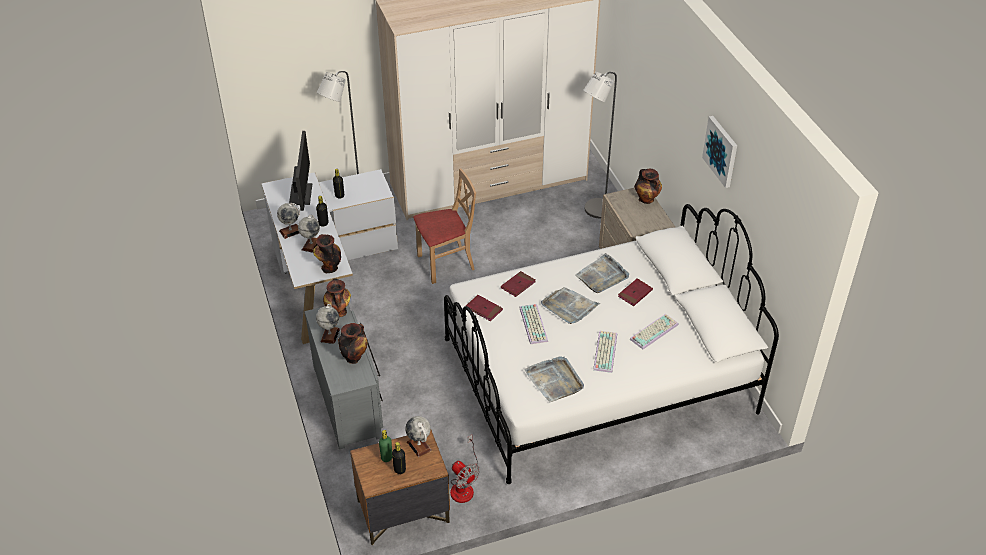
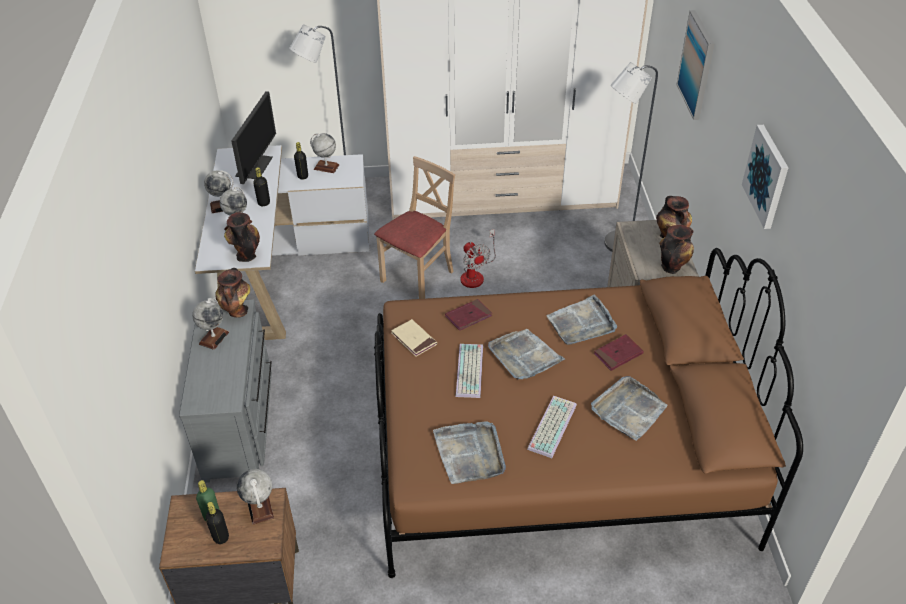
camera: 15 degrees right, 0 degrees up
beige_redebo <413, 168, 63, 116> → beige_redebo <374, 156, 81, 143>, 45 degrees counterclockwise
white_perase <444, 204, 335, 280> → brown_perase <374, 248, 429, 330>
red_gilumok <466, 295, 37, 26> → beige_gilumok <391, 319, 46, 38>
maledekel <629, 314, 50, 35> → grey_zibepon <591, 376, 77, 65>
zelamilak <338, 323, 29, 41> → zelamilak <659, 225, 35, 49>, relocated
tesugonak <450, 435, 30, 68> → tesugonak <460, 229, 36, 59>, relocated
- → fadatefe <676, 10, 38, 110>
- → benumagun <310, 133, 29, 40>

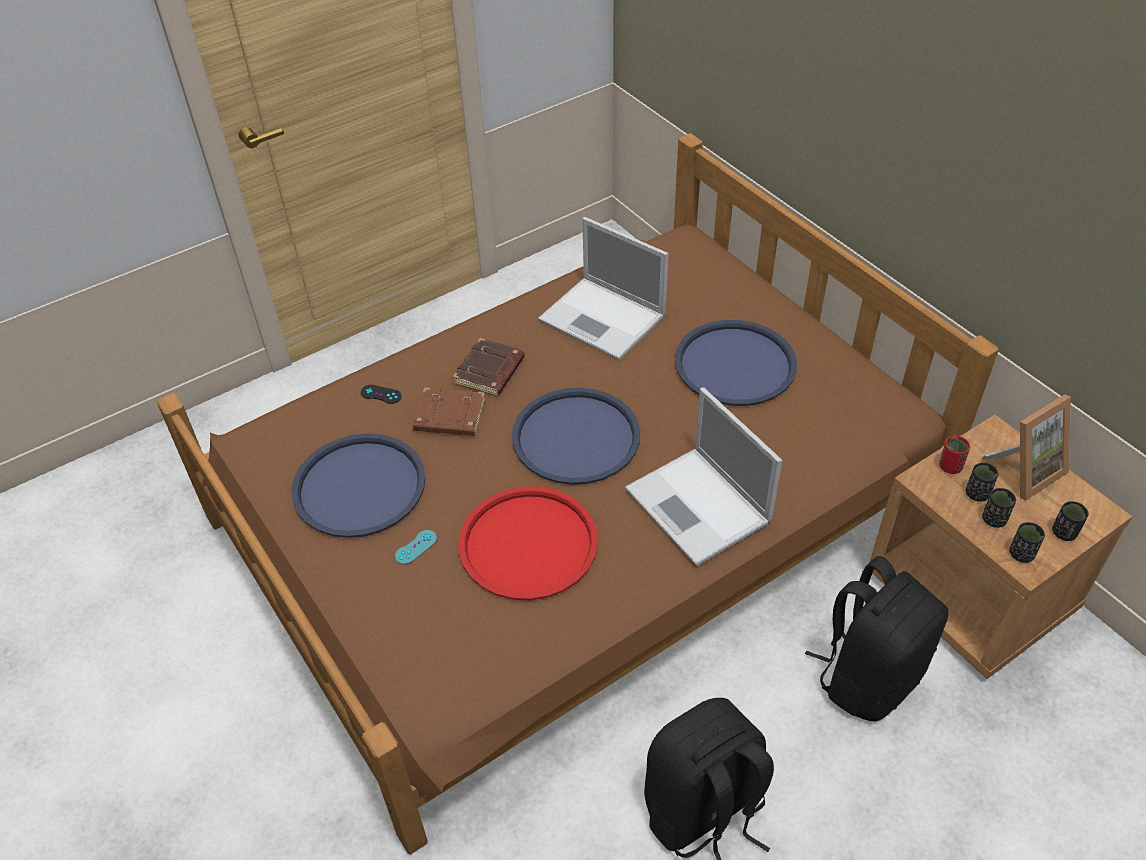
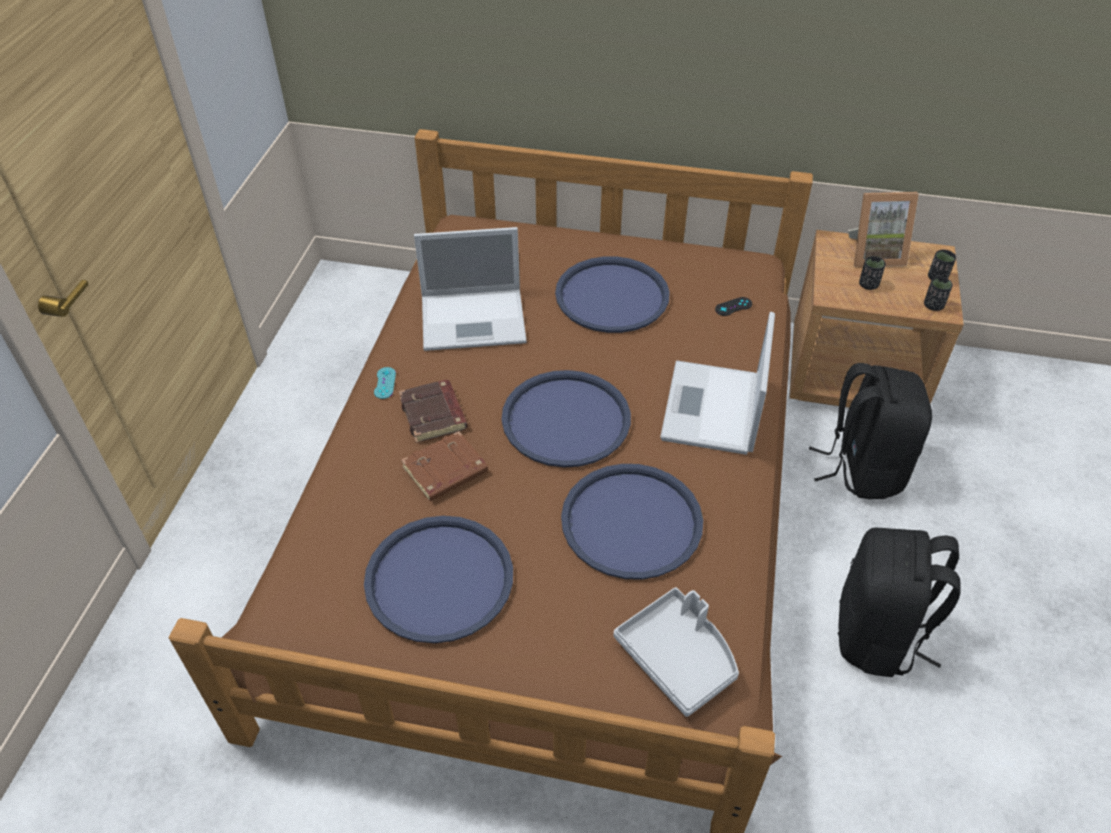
camera: 45 degrees left, 0 degrees up
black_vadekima <361, 385, 41, 19> → black_vadekima <715, 297, 37, 19>, relocated
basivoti <625, 387, 157, 179> → basivoti <660, 312, 115, 143>, 90 degrees clockwise
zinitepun <982, 394, 89, 106> → zinitepun <848, 192, 71, 75>, 75 degrees clockwise
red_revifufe <939, 436, 31, 38> → -
red_zibepon <458, 486, 140, 114> → blue_zibepon <561, 464, 142, 116>
black_revifufe <982, 488, 34, 40> → -
turquoise_vadekima <395, 530, 42, 35> → turquoise_vadekima <374, 367, 22, 32>, relocated
- → grey_zibepon <614, 587, 125, 130>

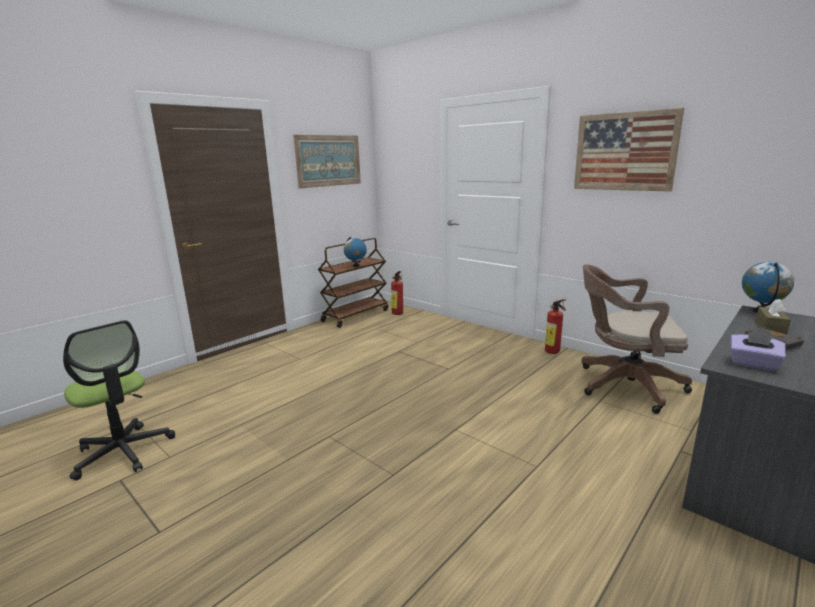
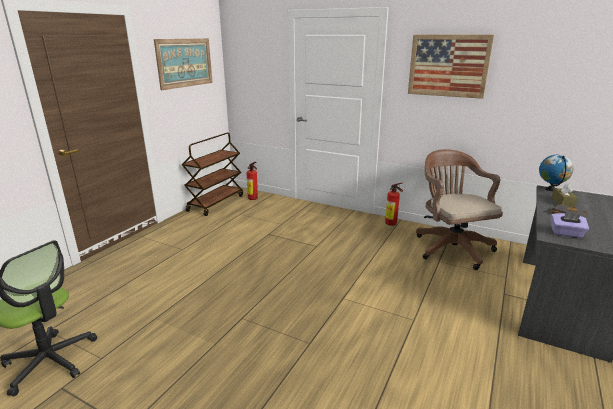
camera: 15 degrees left, 5 degrees up
benumagun <344, 237, 23, 30> → -
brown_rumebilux <581, 264, 111, 150> → brown_rumebilux <416, 149, 87, 121>, 75 degrees clockwise

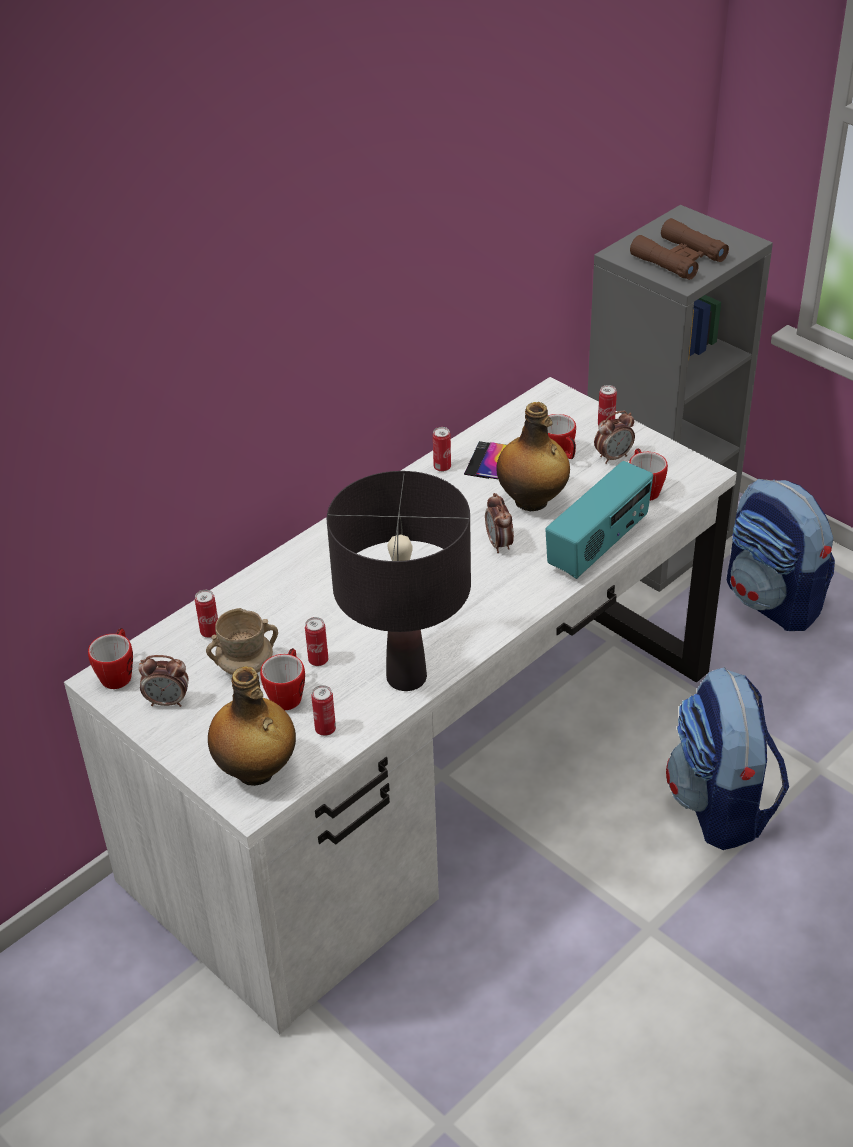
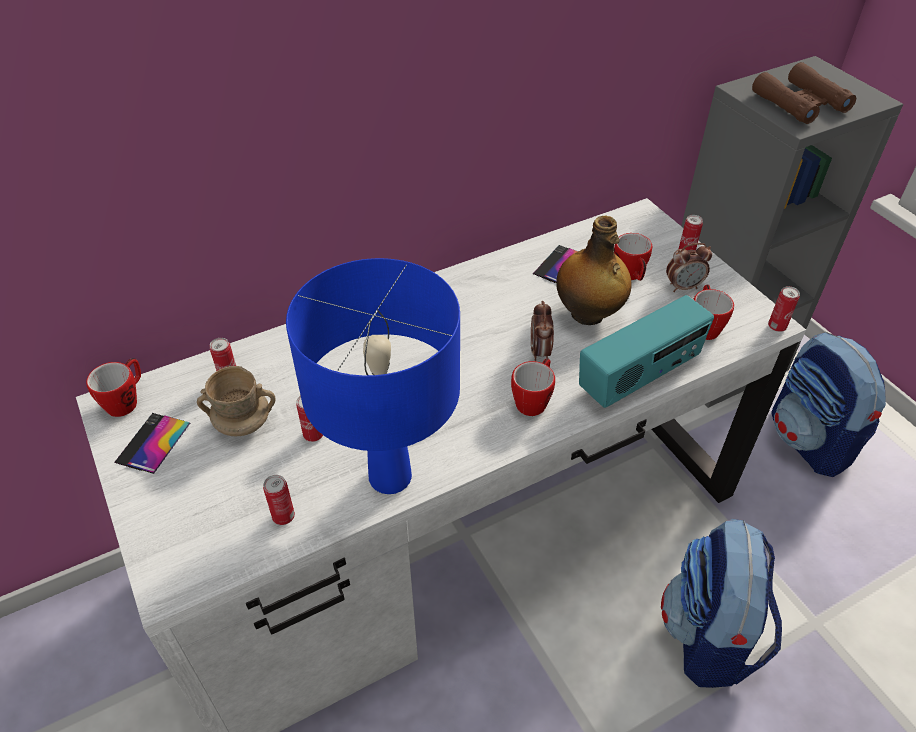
camera: 15 degrees right, 5 degrees up
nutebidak <433, 427, 18, 45> → nutebidak <768, 286, 32, 46>, relocated
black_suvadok <327, 471, 144, 220> → blue_suvadok <286, 258, 174, 236>
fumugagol <260, 648, 45, 62> → fumugagol <511, 358, 44, 58>, relocated
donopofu <138, 655, 51, 52> → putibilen <114, 413, 76, 61>
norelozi <208, 666, 88, 120> → -

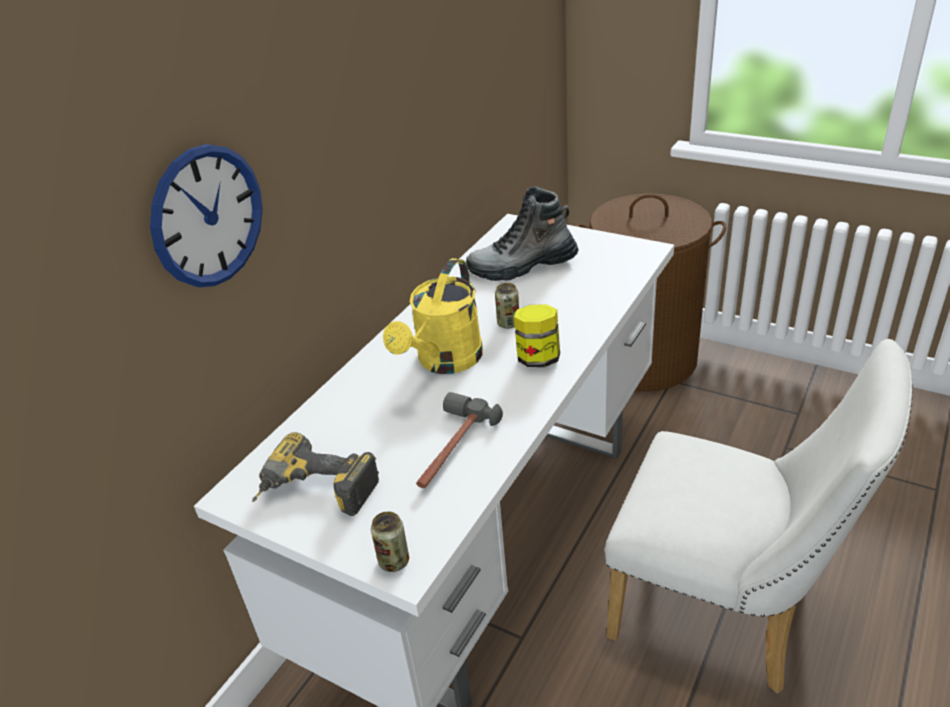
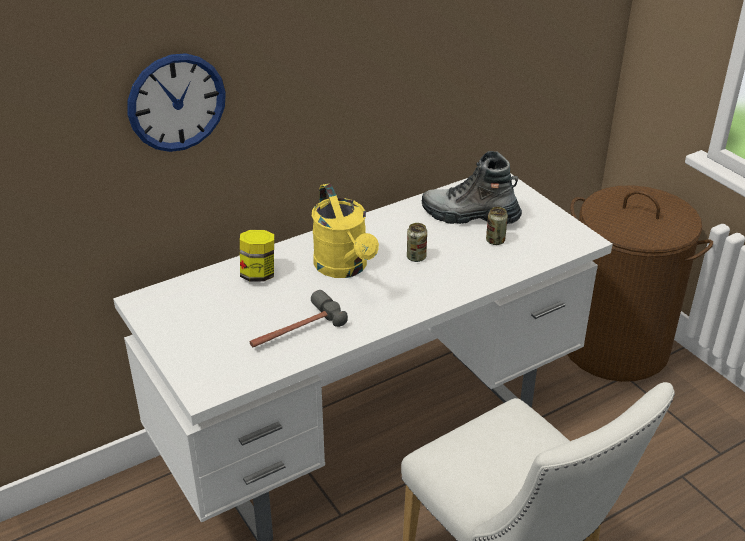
camera: 25 degrees right, 0 degrees up
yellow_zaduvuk <383, 258, 100, 116> → yellow_zaduvuk <312, 183, 67, 95>, 75 degrees counterclockwise
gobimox <514, 305, 46, 62> → gobimox <240, 230, 34, 52>, relocated
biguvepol <252, 432, 127, 84> → -
nutebidak <371, 512, 38, 60> → nutebidak <486, 207, 22, 38>, relocated

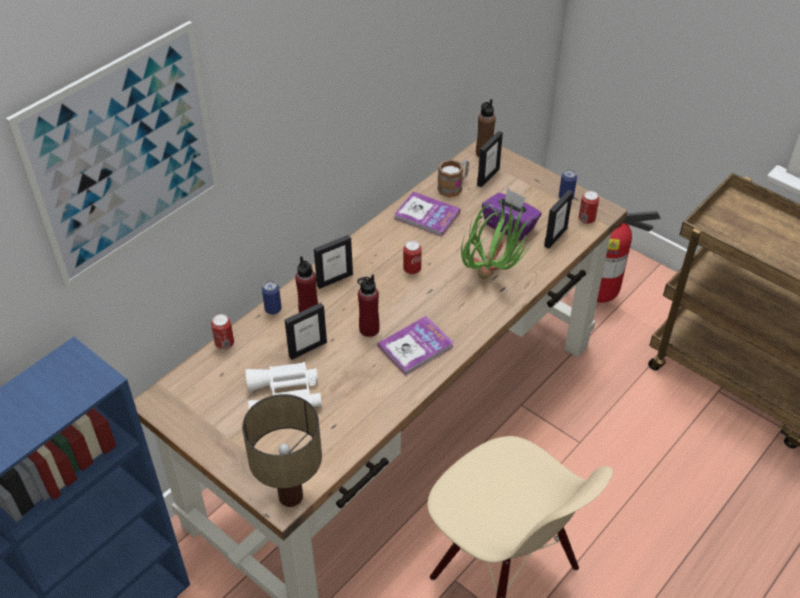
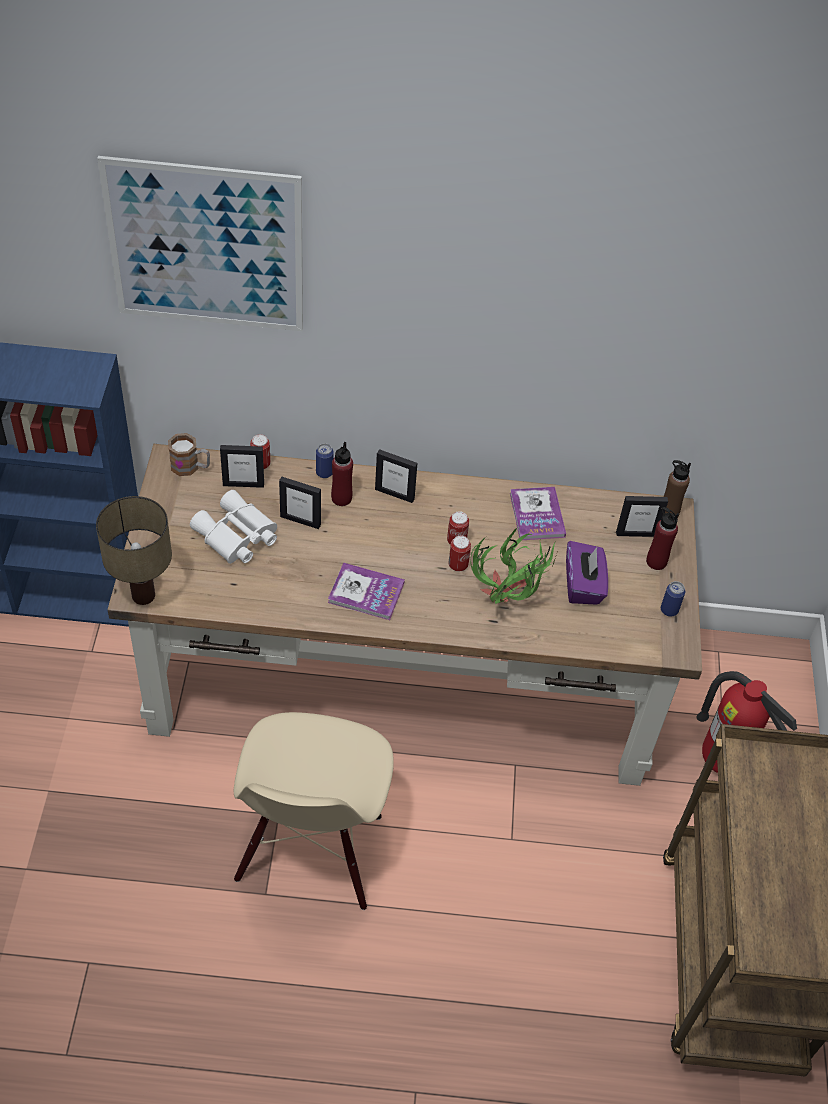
camera: 50 degrees right, 5 degrees up
fumugagol <437, 159, 32, 38> → fumugagol <168, 433, 42, 43>, relocated
zinitepun <544, 190, 29, 59> → zinitepun <220, 445, 44, 43>, relocated
nutebidak <579, 191, 20, 33> → nutebidak <448, 536, 23, 35>, relocated
red_norelozi <357, 275, 23, 62> → red_norelozi <646, 507, 33, 63>, relocated

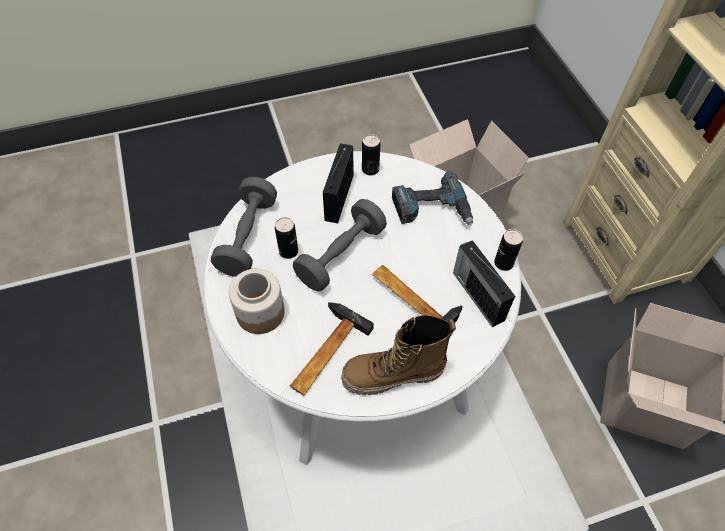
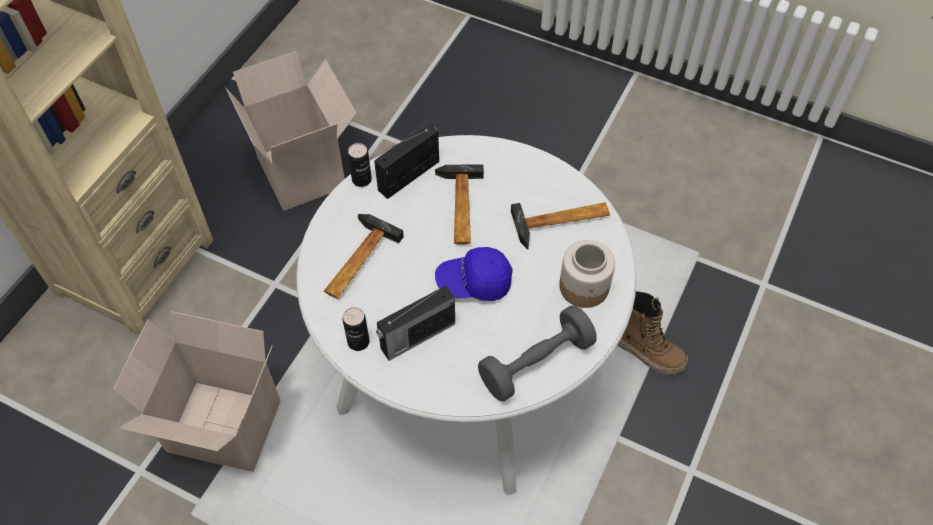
camera: 135 degrees left, 0 degrees up
biguvepol <392, 171, 81, 55> → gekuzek <324, 214, 80, 85>
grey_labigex <293, 199, 94, 92> → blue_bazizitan <435, 247, 77, 54>
nutebidak <275, 217, 23, 42> → -
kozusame <453, 240, 62, 87> → kozusame <374, 123, 65, 76>, 150 degrees counterclockwise
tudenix <341, 315, 115, 80> → tudenix <617, 291, 71, 84>, relocated

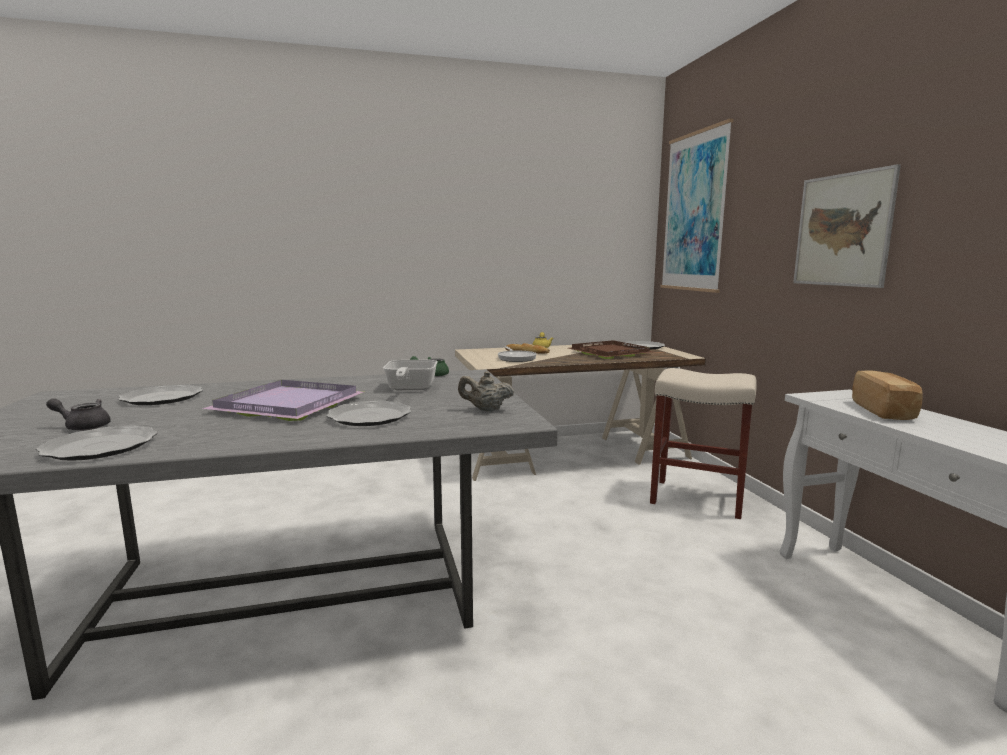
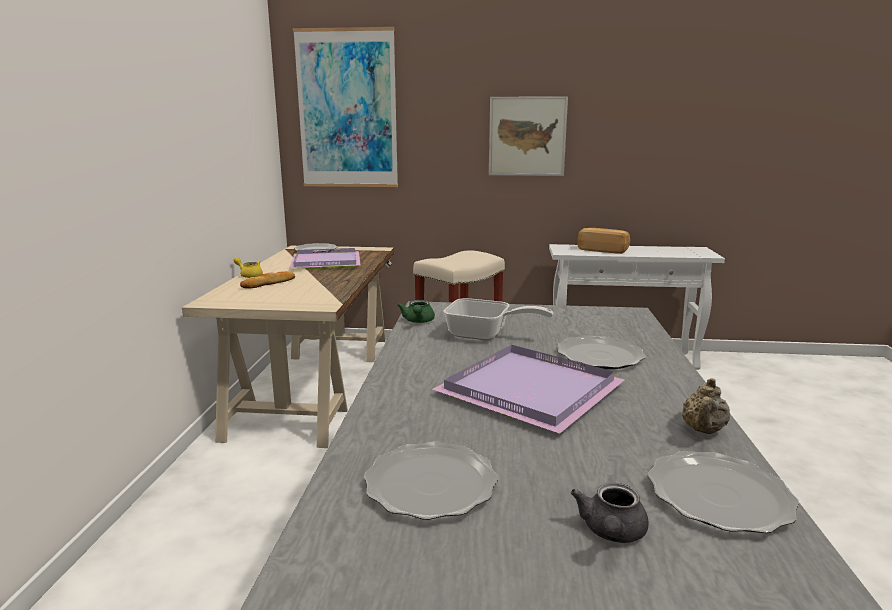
camera: 70 degrees left, 5 degrees up
brown_zibepon <569, 340, 85, 19> → purple_zibepon <289, 248, 72, 21>
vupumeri <498, 346, 39, 16> → -
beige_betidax <458, 371, 56, 41> → beige_betidax <682, 378, 48, 56>, relocated

